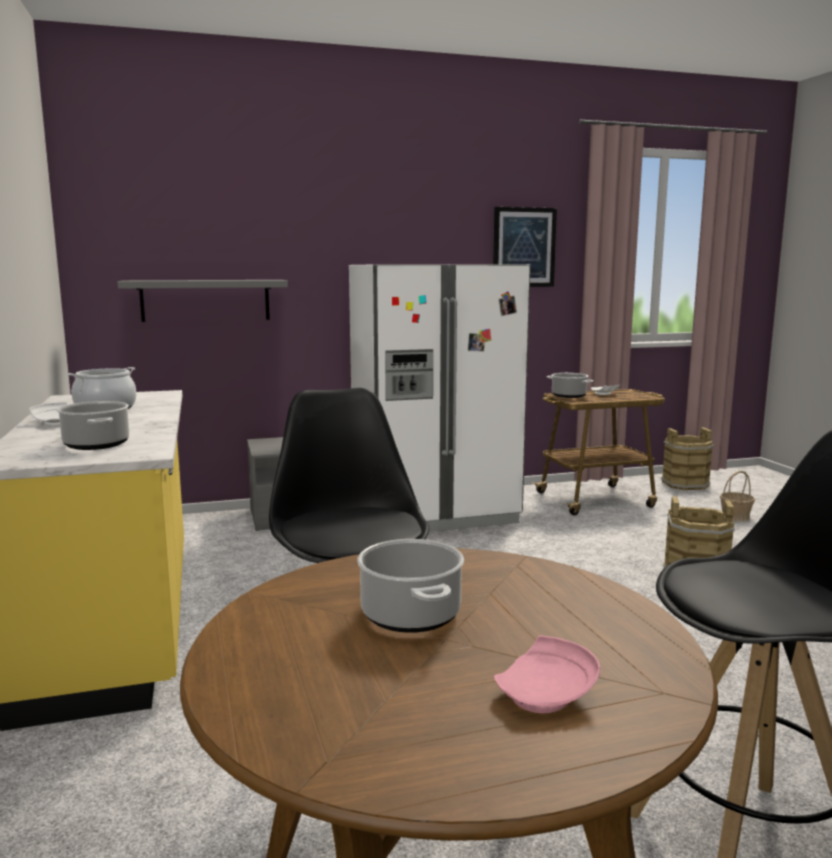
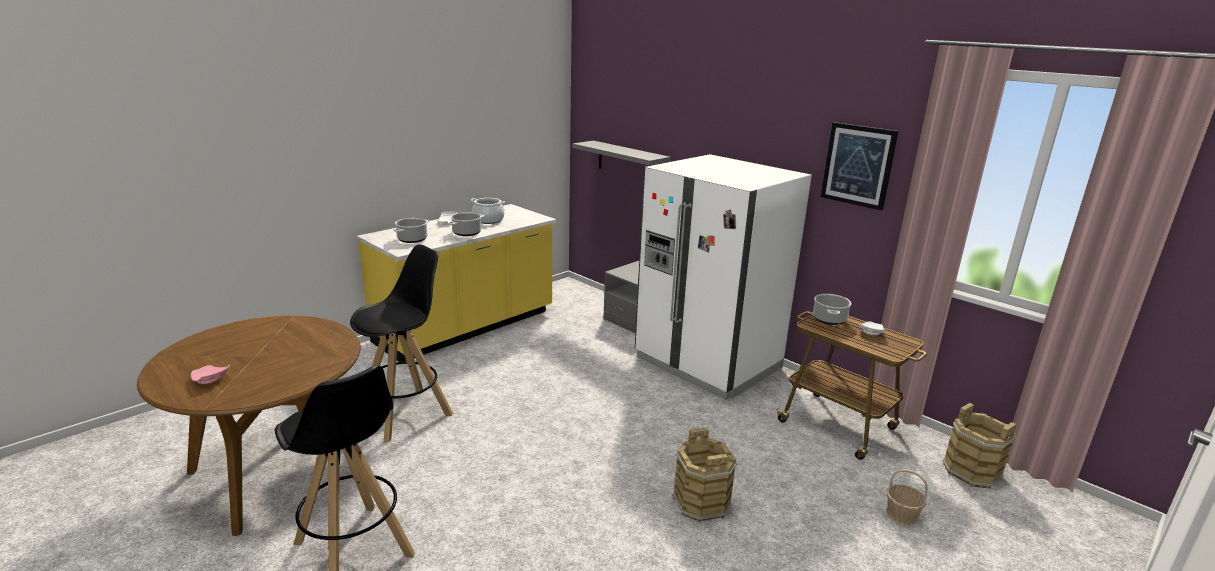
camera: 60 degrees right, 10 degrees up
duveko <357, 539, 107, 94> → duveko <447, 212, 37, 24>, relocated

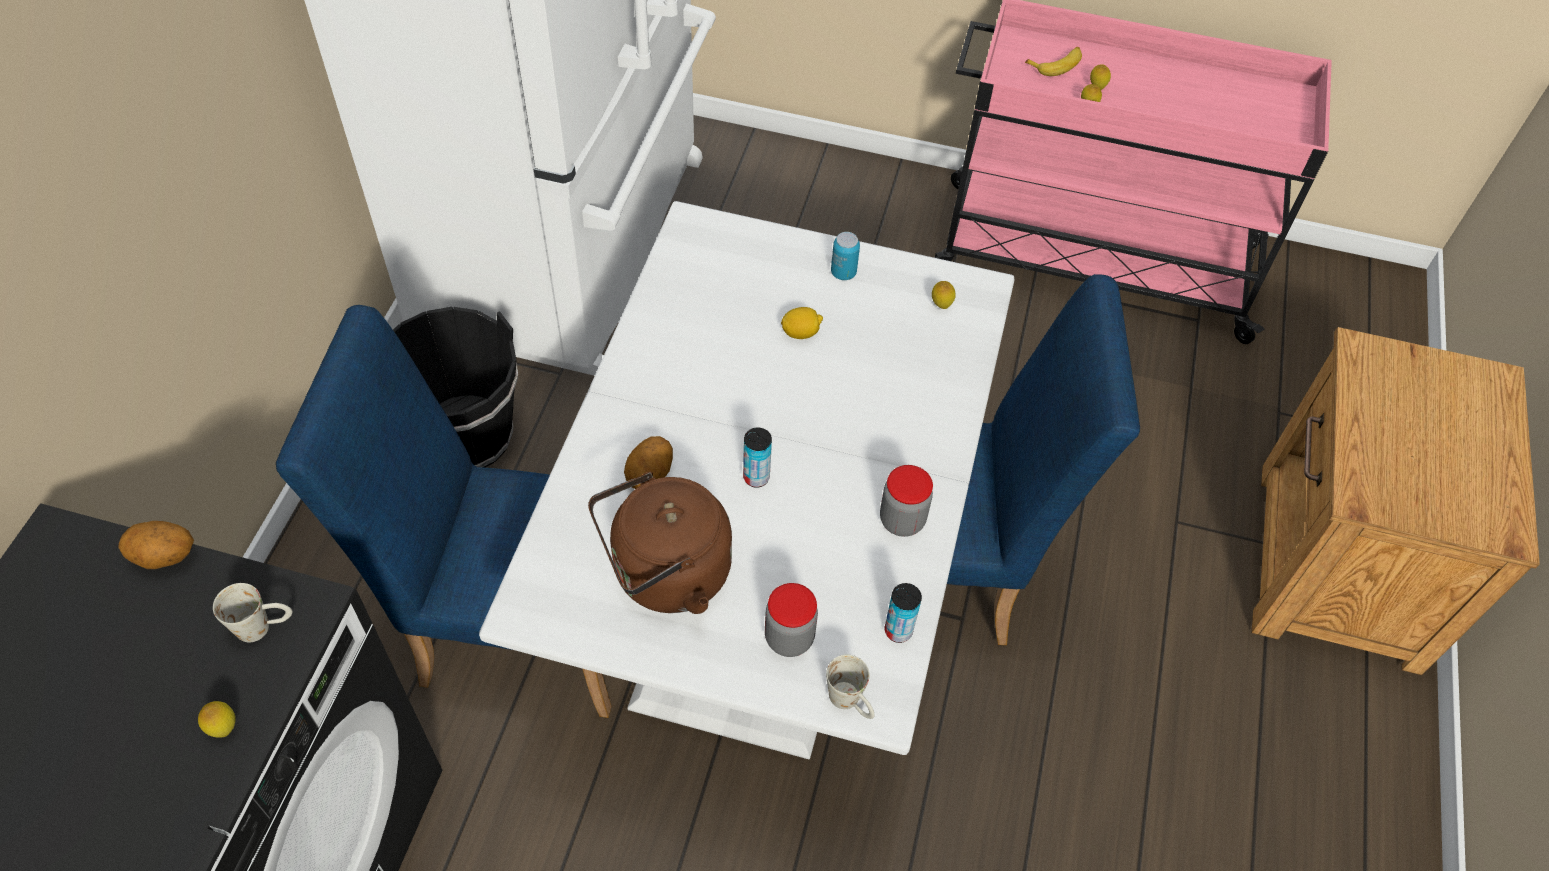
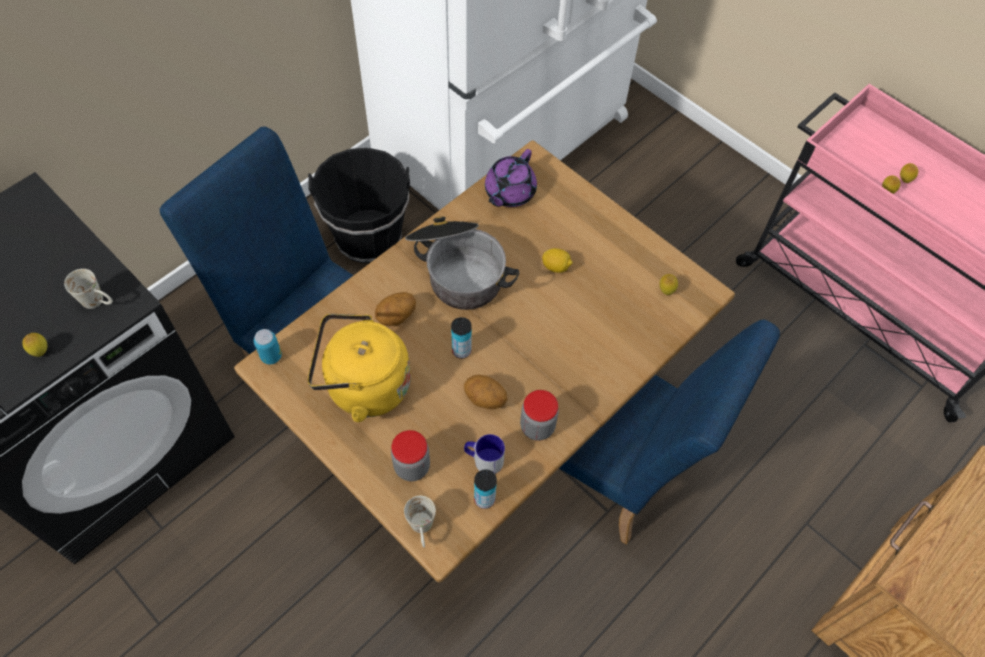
camera: 30 degrees right, 5 degrees up
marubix <1025, 47, 57, 29> → -
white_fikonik <479, 201, 536, 558> → brown_fikonik <234, 140, 501, 443>
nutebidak <831, 232, 29, 48> → nutebidak <254, 329, 28, 35>, relocated
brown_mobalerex <588, 472, 144, 142> → yellow_mobalerex <308, 314, 103, 108>
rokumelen <118, 521, 76, 48> → rokumelen <464, 374, 44, 35>, relocated
- → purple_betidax <485, 149, 52, 58>
- → duveko <405, 216, 114, 94>
- → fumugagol <464, 434, 41, 40>

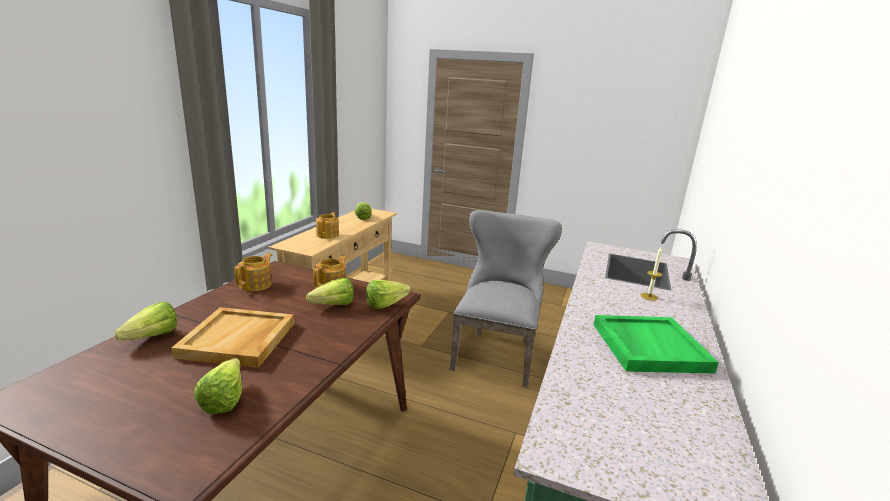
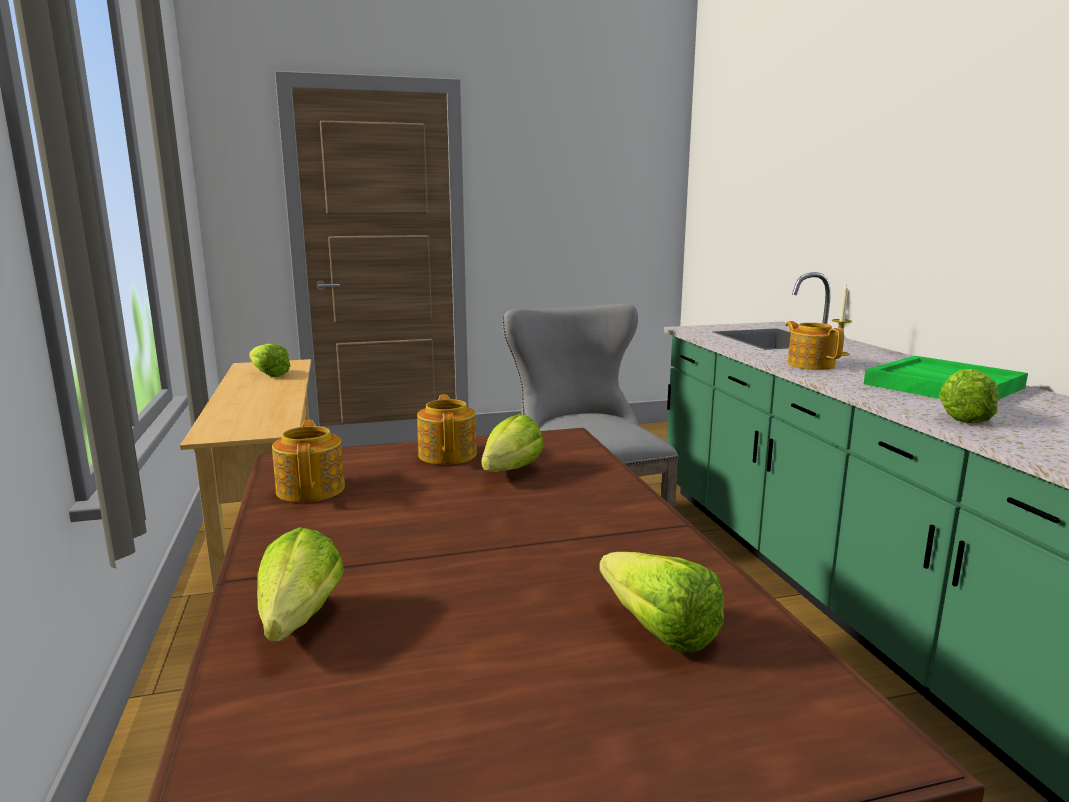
camera: 35 degrees left, 5 degrees down
betidax <316, 212, 23, 27> → betidax <786, 321, 58, 49>, relocated
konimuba <366, 280, 45, 29> → konimuba <939, 369, 60, 54>, relocated
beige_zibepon <171, 307, 123, 61> → -

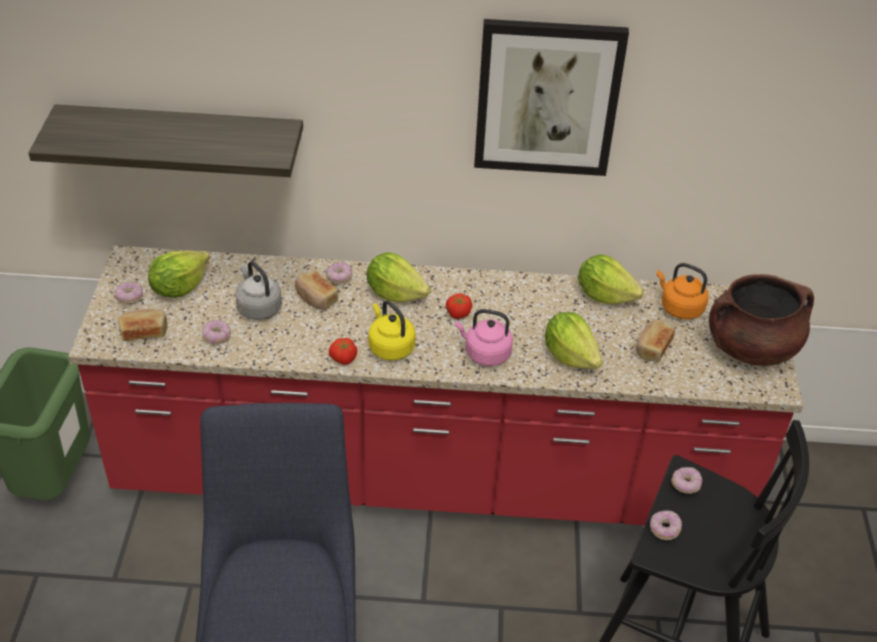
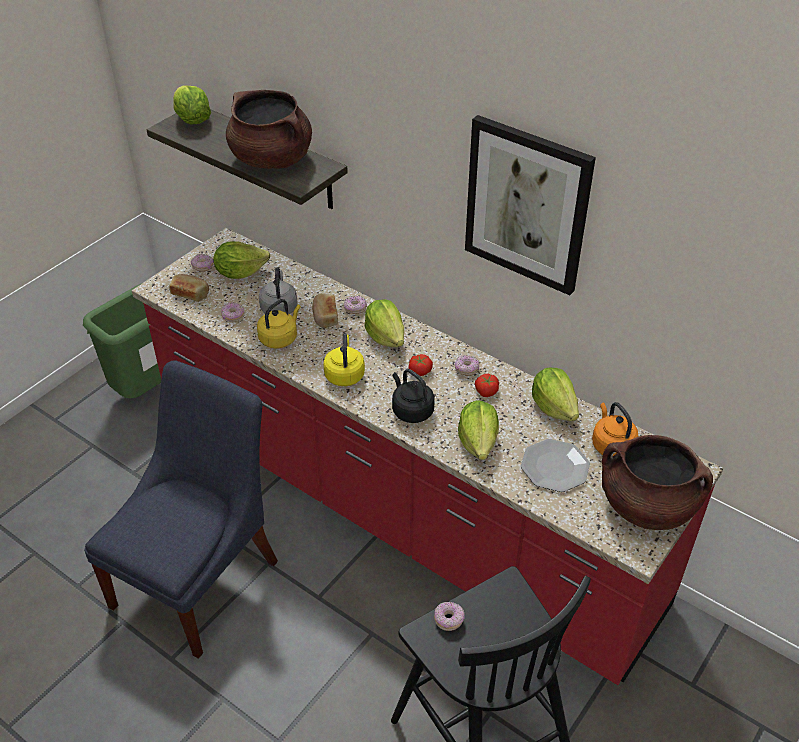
camera: 35 degrees right, 0 degrees up
pink_mobalerex <455, 309, 58, 57> → black_mobalerex <392, 369, 43, 54>
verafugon <636, 319, 39, 43> → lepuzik <521, 439, 69, 53>
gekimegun <329, 337, 28, 28> → gekimegun <475, 374, 24, 23>, relocated
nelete <671, 467, 31, 27> → nelete <455, 355, 24, 21>, relocated
- → konimuba <173, 85, 38, 40>
- → brown_duveko <226, 90, 86, 79>
- → yellow_mobalerex <257, 299, 44, 49>

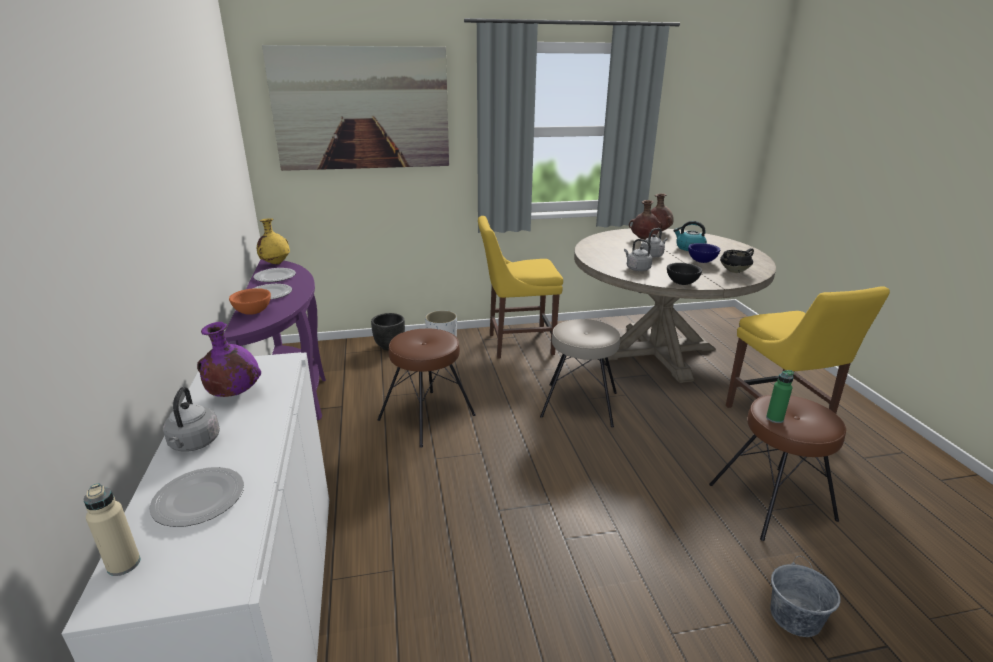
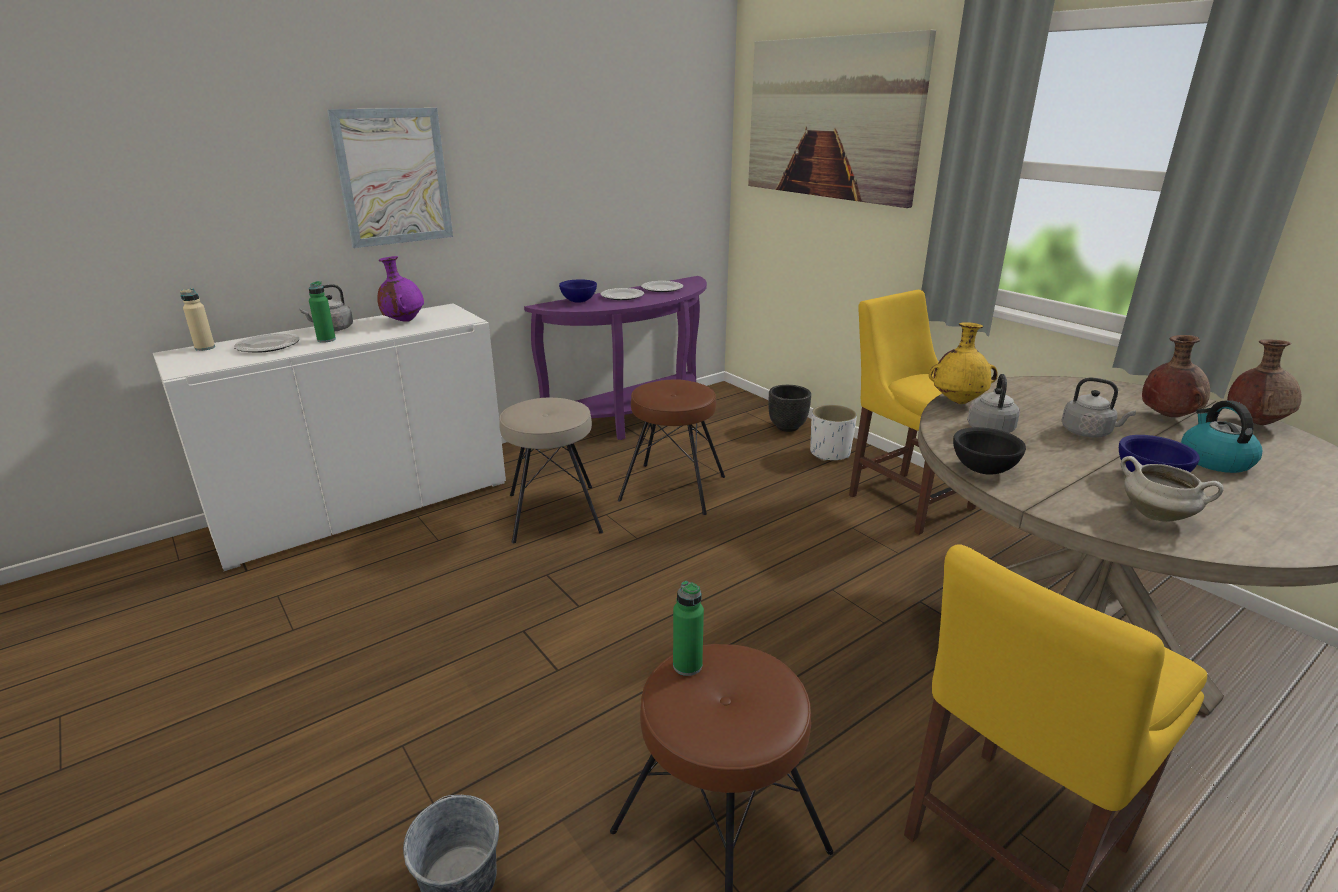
camera: 65 degrees right, 0 degrees up
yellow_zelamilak <257, 219, 33, 45> → yellow_zelamilak <929, 322, 69, 82>, relocated
black_duveko <720, 248, 34, 25> → white_duveko <1121, 456, 103, 66>
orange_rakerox <229, 288, 42, 27> → blue_rakerox <559, 279, 38, 24>
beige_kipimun <540, 319, 80, 108> → beige_kipimun <499, 398, 104, 145>, relocated
- → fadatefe <327, 108, 126, 140>
- → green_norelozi <309, 281, 27, 62>

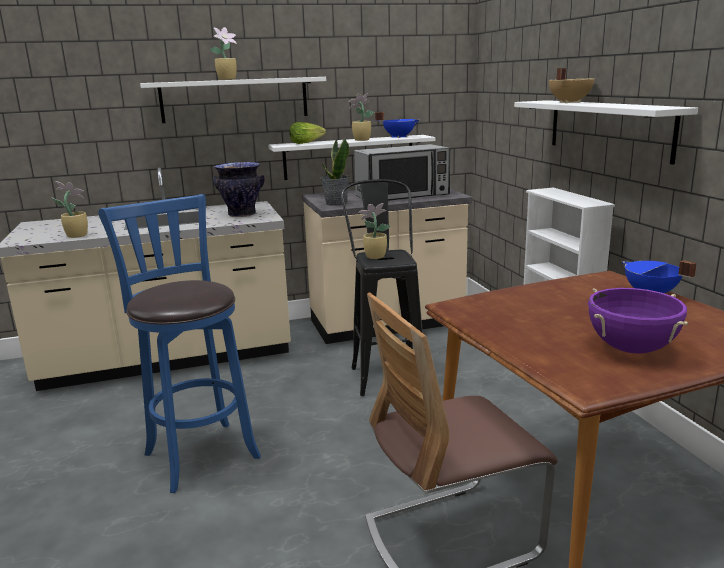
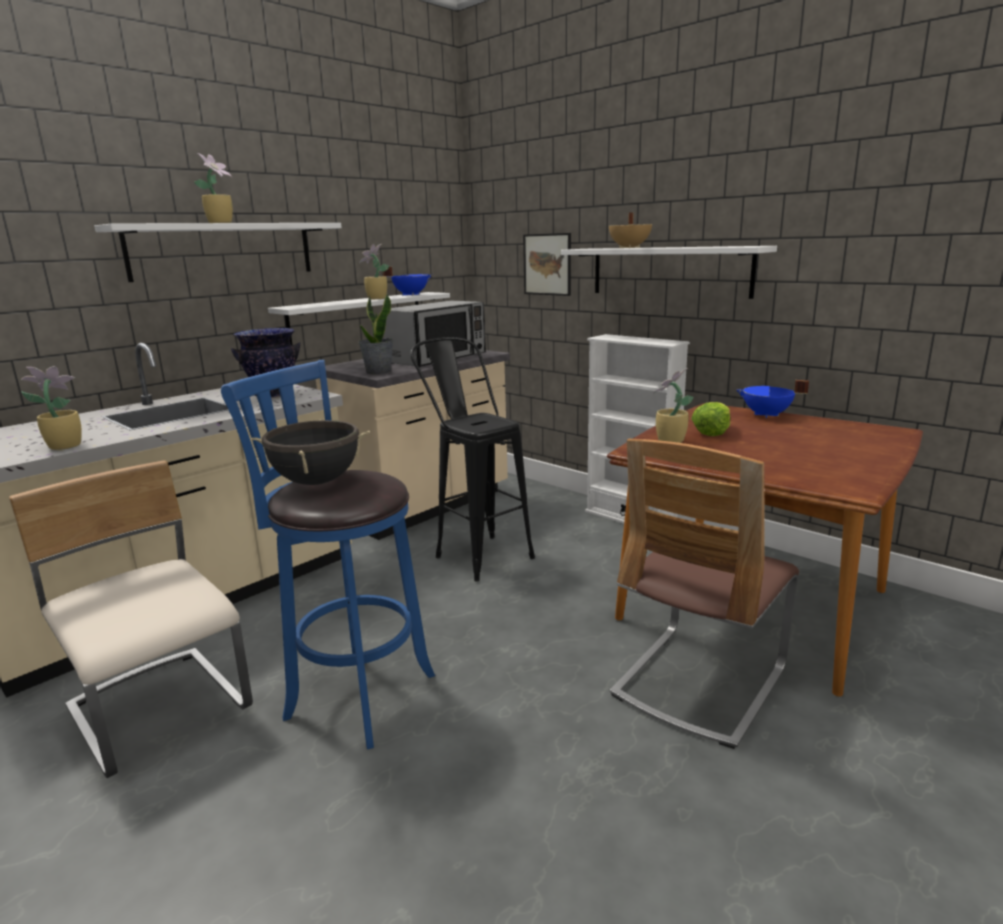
camera: 30 degrees left, 0 degrees up
konimuba <289, 122, 37, 22> → konimuba <691, 402, 39, 34>, relocated
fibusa <358, 203, 32, 56> → fibusa <653, 368, 40, 75>, relocated
purple_duveko <588, 288, 100, 66> → -
- → fadatefe <523, 233, 48, 63>
- → black_duveko <251, 420, 119, 65>
- → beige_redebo <9, 460, 244, 318>

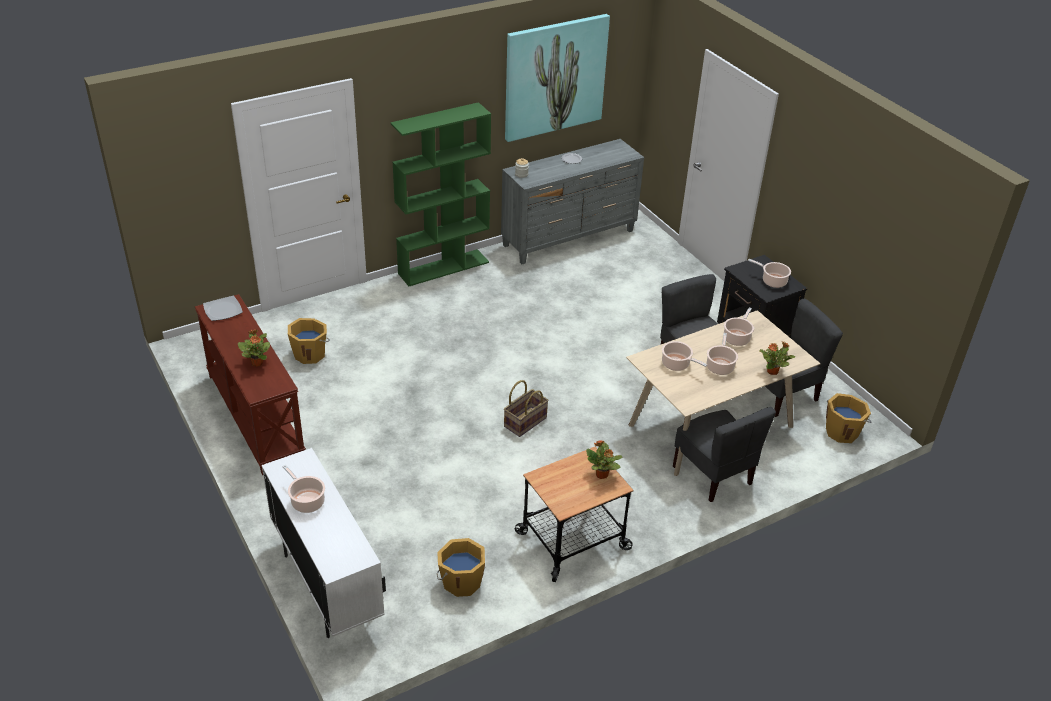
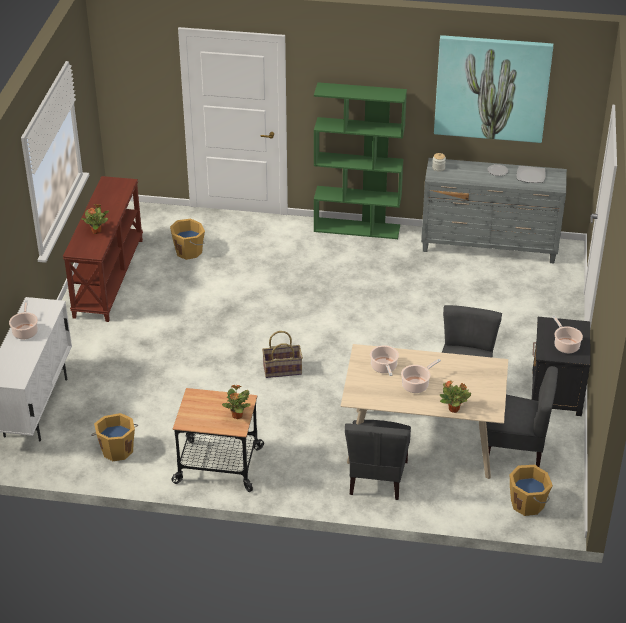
camera: 40 degrees right, 0 degrees up
lepuzik <203, 296, 40, 25> → lepuzik <517, 166, 29, 17>, relocated
duveko <724, 308, 30, 38> → -

